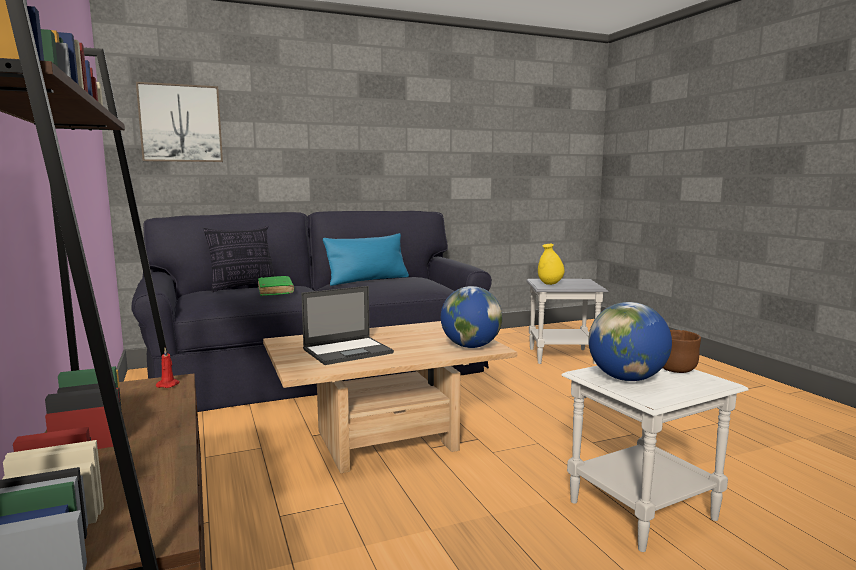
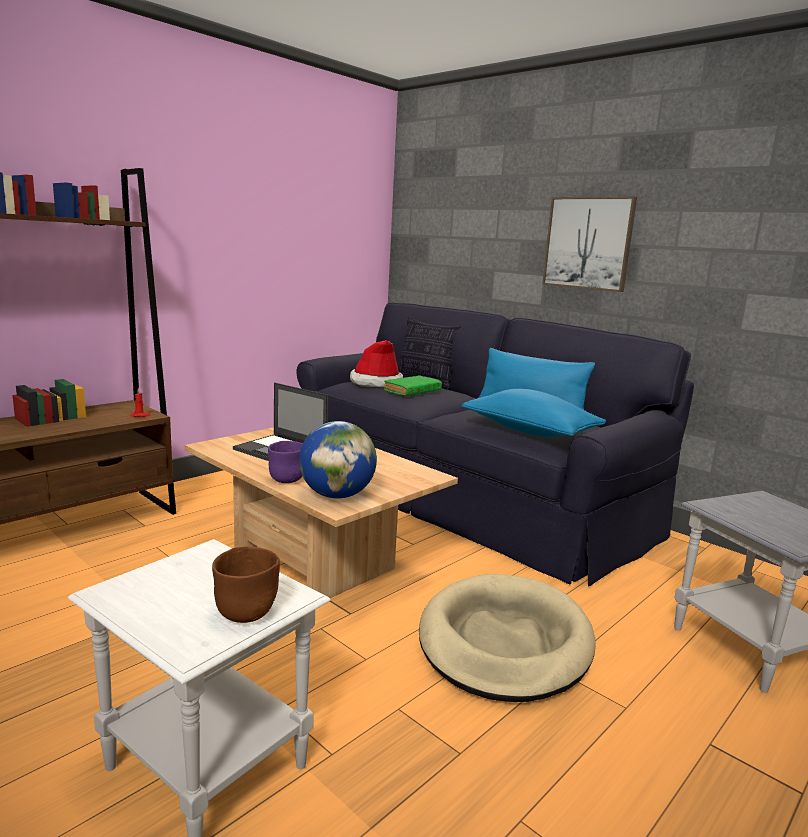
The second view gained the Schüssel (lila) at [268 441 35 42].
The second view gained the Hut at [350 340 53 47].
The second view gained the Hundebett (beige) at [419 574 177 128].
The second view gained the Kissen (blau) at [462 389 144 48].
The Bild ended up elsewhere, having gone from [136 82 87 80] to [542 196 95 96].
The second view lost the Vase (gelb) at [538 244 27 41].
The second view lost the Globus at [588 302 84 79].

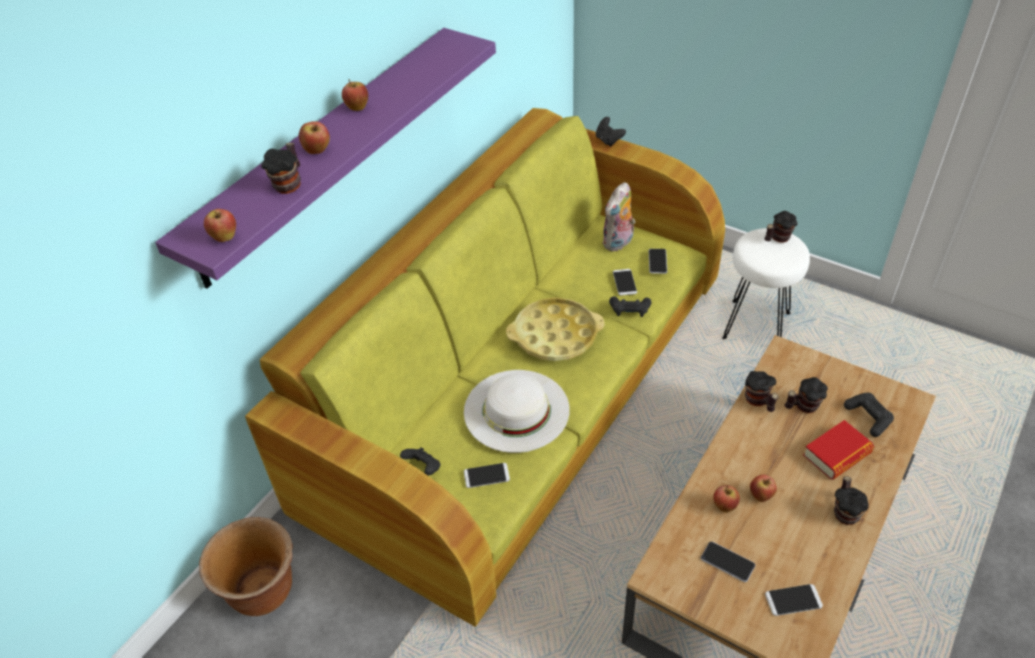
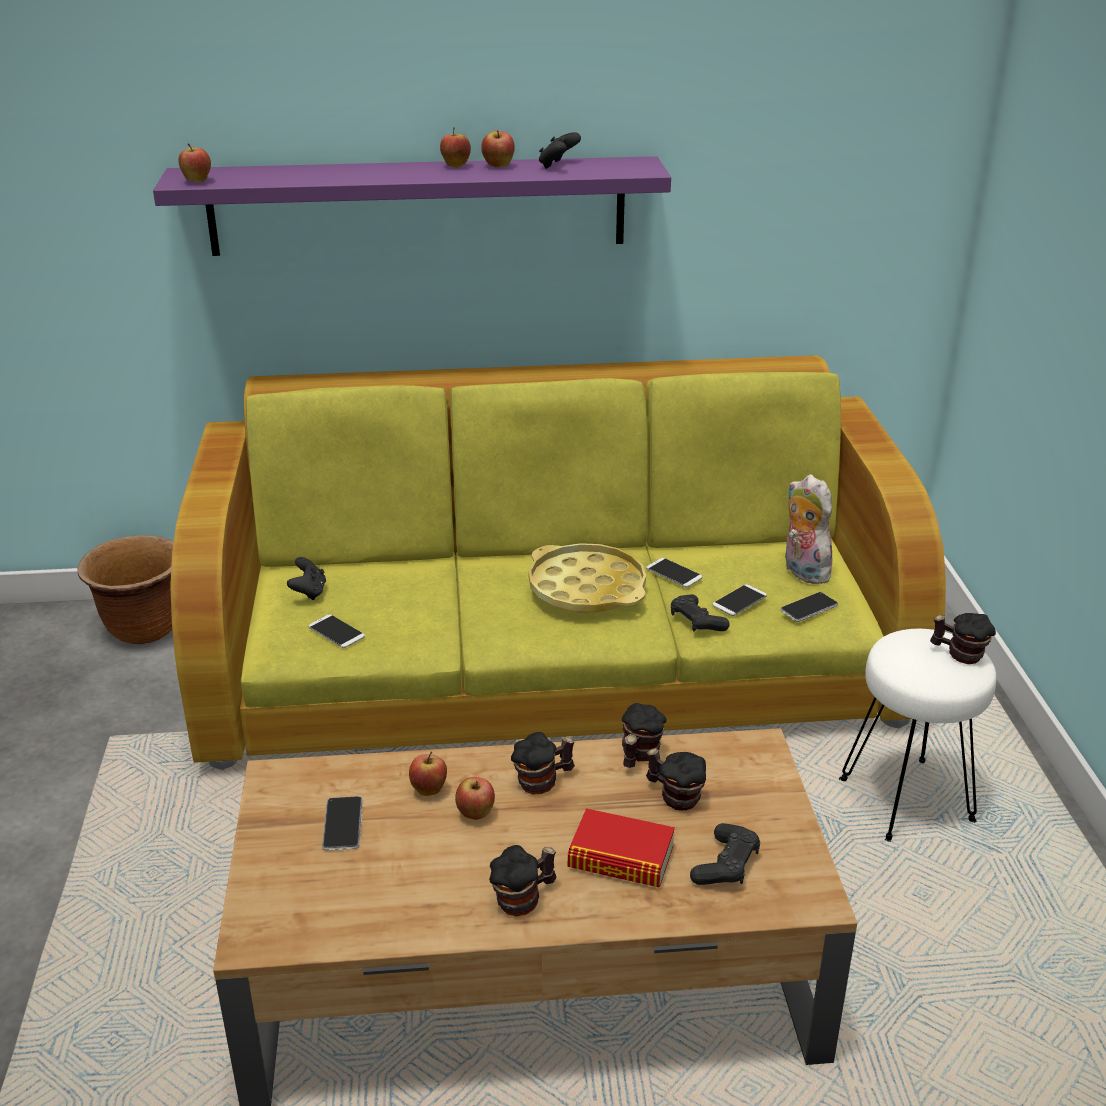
The Apfel ended up elsewhere, having gone from [299 121 31 33] to [481 130 34 38].
The Henkelbecher ended up elsewhere, having gone from [261 143 40 51] to [511 732 64 63].
The Gamepad (schwarz) ended up elsewhere, having gone from [596 117 30 30] to [539 132 42 37].
The Handy ended up elsewhere, having gone from [765 584 58 32] to [646 558 57 29].
The Plüschtier at [602 182 33 70] ended up facing another way, 60 degrees clockwise from before.
The second view lost the Hut (weiß) at [464 370 106 83].

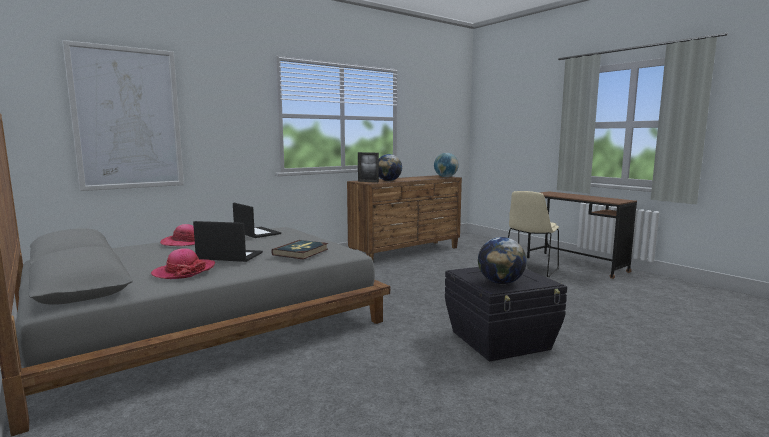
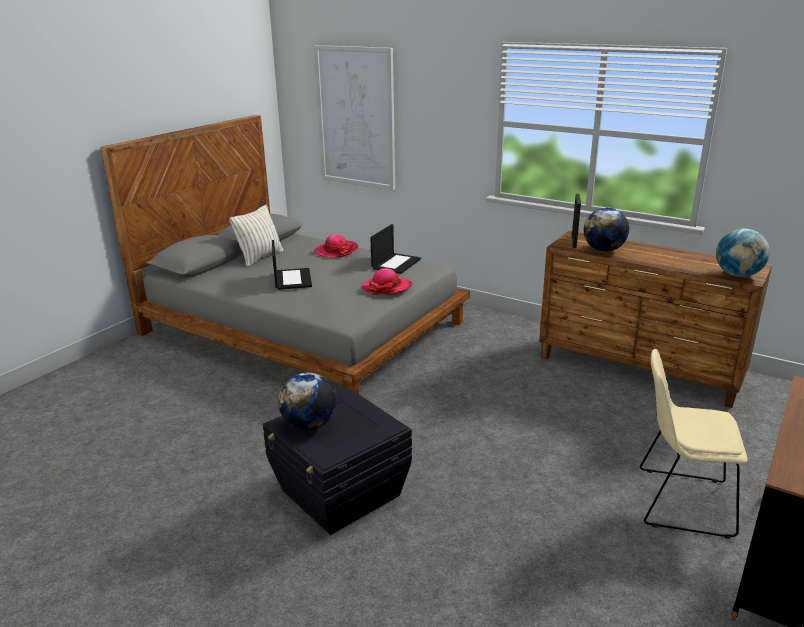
The second view gained the Kissen at [229 205 54 62].
The Hut ended up elsewhere, having gone from [151 248 64 31] to [361 268 51 27].
The second view lost the Buch at [271 240 57 19].

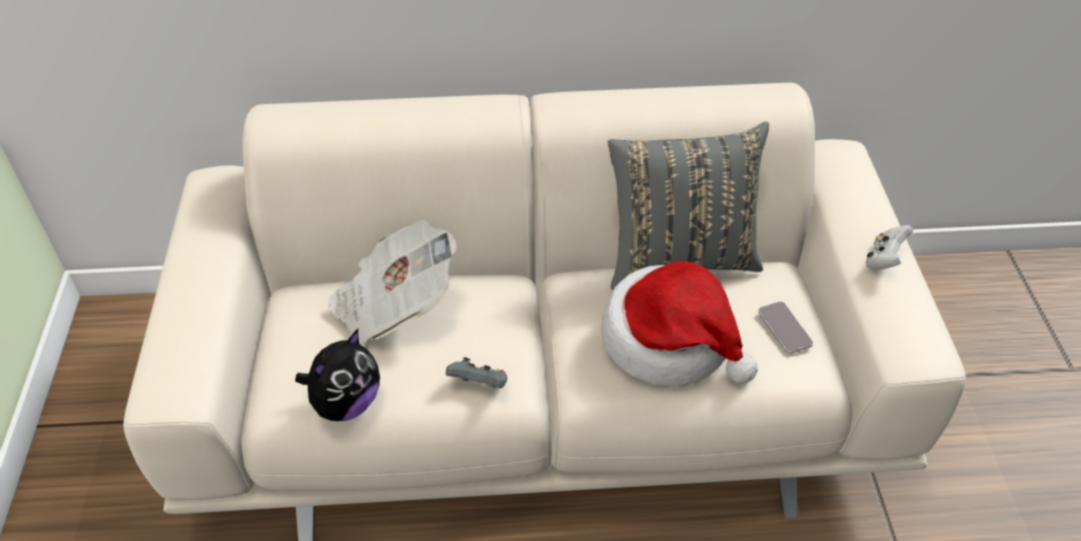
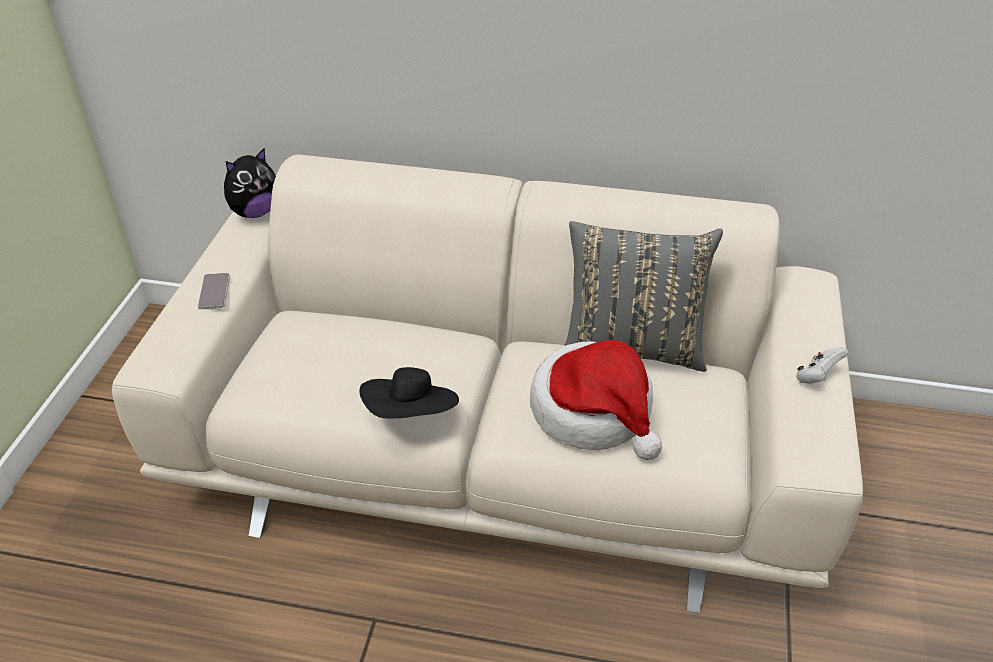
The Handy ended up elsewhere, having gone from [758 301 55 53] to [198 273 32 36].
The Plüschtier ended up elsewhere, having gone from [295 329 85 92] to [224 148 52 70].
Where the Gamepad (grau) stood at [446 357 61 31], the Hut (schwarz) came to stand at [359 367 100 51].
The second view lost the Zeitung at [328 220 130 125].

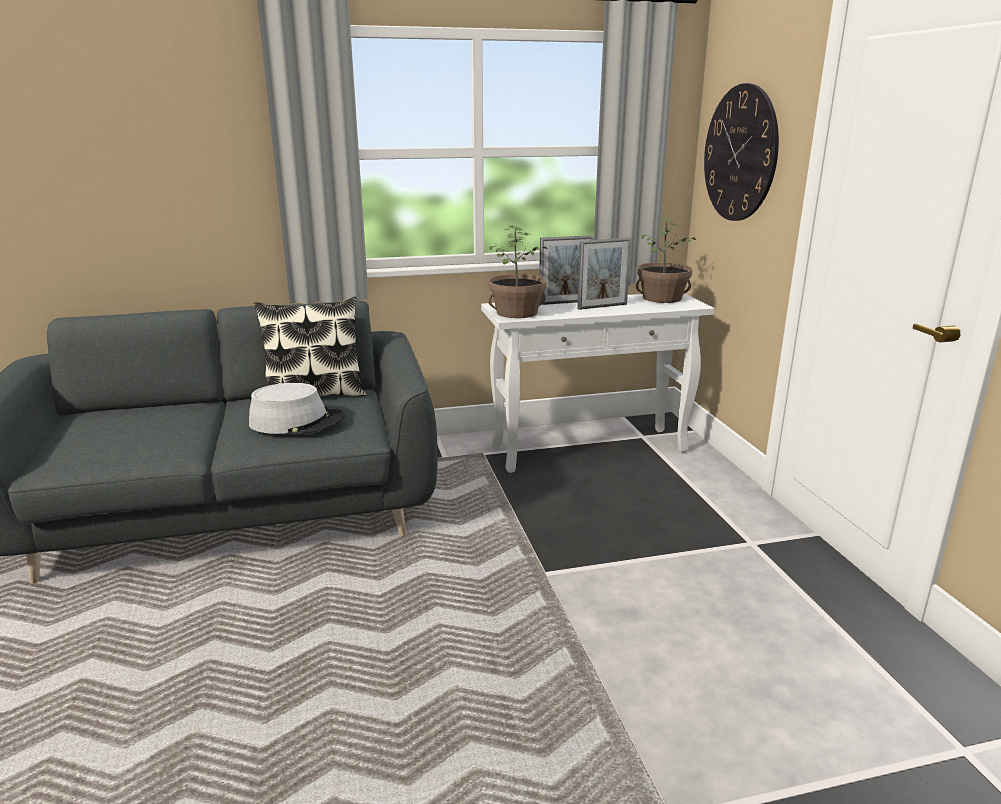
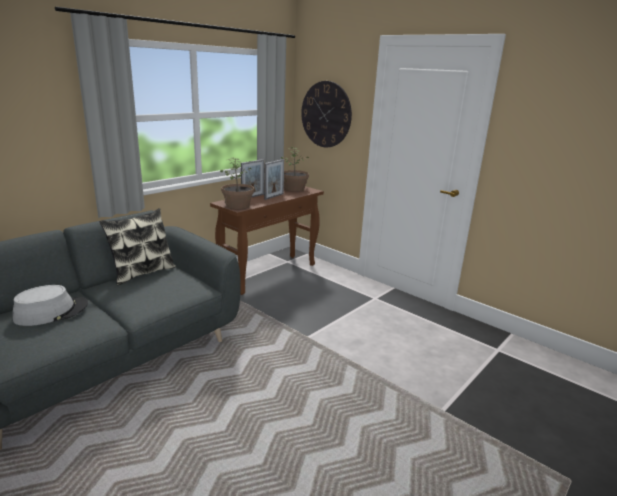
The Hut (grau) ended up elsewhere, having gone from [249 383 96 51] to [13 285 75 41].
What was the Konsolentisch (weiß) at [481 294 234 179] turned into the Konsolentisch (braun) at [210 186 114 109].

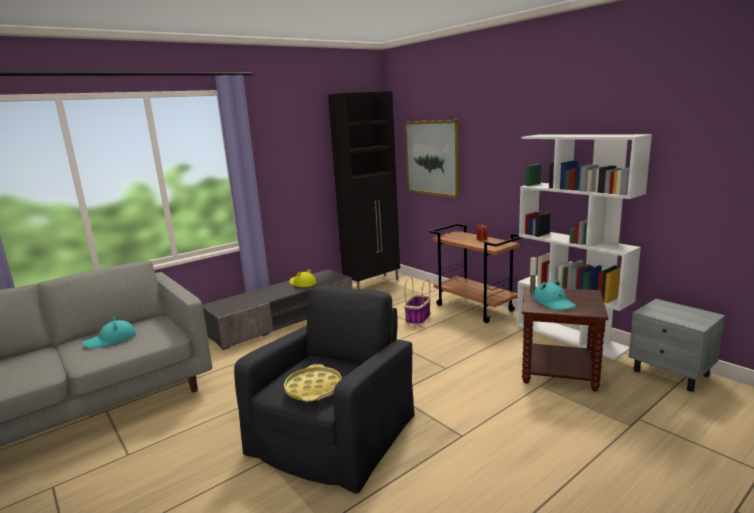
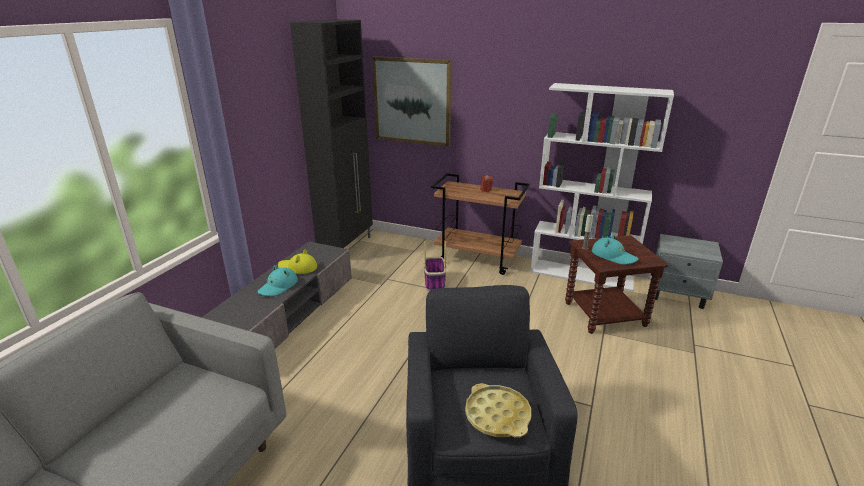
The Hut (türkis) ended up elsewhere, having gone from [82 316 54 32] to [258 265 40 31].

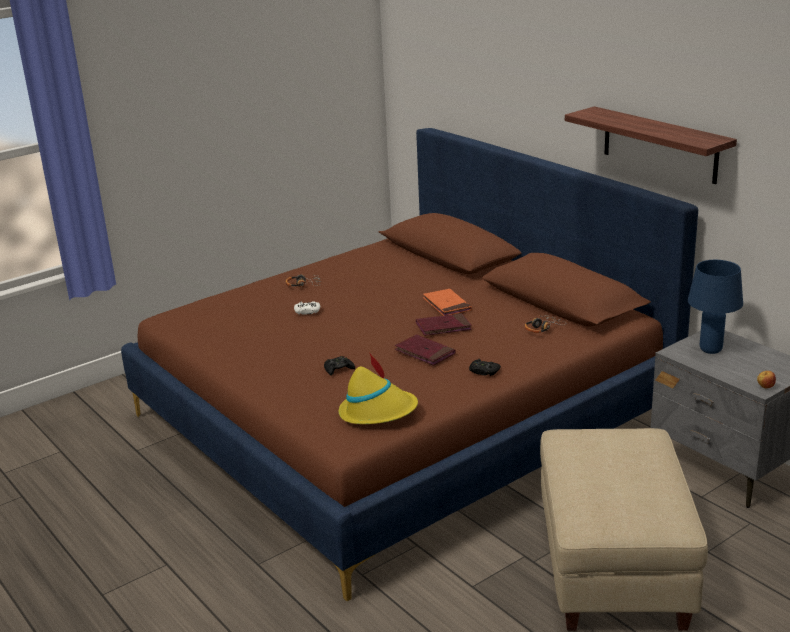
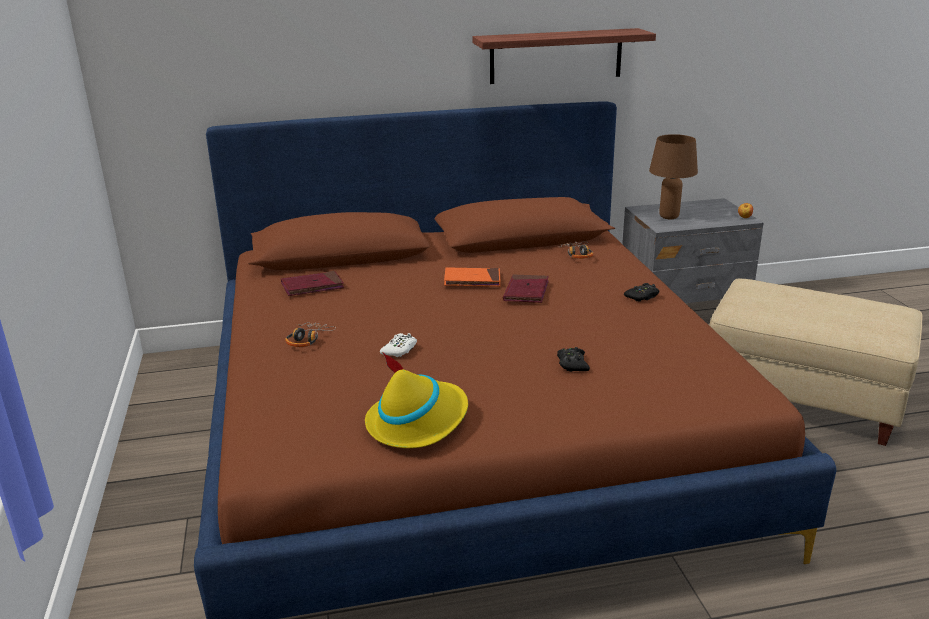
The Buch (rot) ended up elsewhere, having gone from [395 334 60 32] to [281 271 63 25].
The Hut (gelb) ended up elsewhere, having gone from [339 352 79 72] to [365 352 103 96].
What was the Tischlampe (blau) at [688 260 55 94] turned into the Tischlampe (braun) at [649 134 49 85].

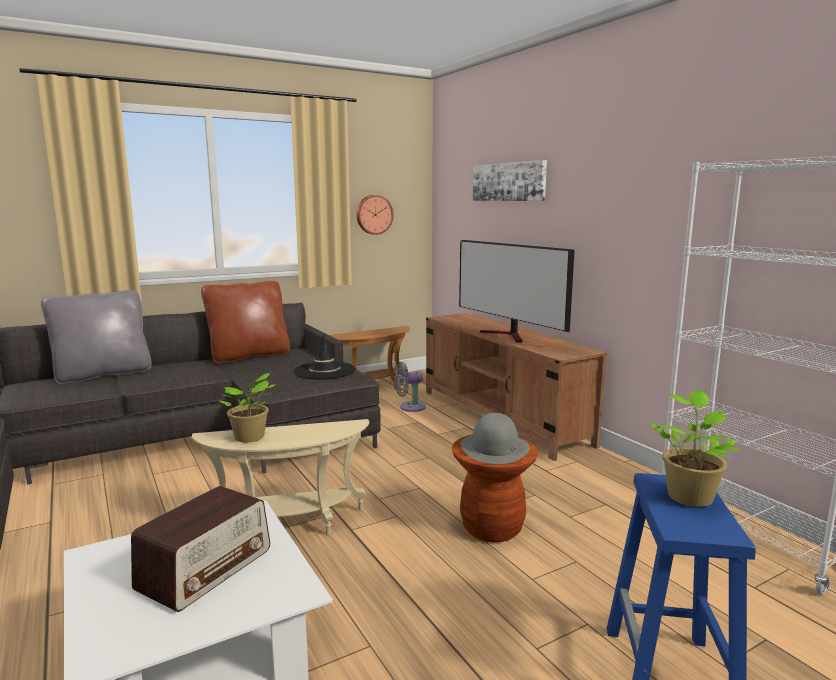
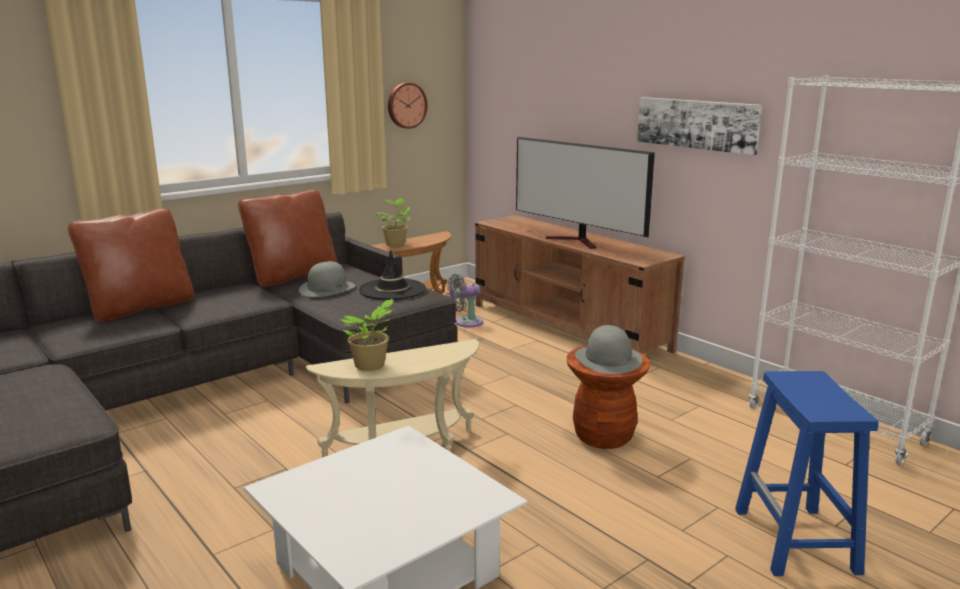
What was the Kissen (grau) at [41 290 111 94] turned into the Kissen (braun) at [68 209 126 113].
The second view gained the Hut (grau) at [299 261 56 36].
The Topfpflanze ended up elsewhere, having gone from [649 390 92 117] to [376 198 34 49].
The Bild ended up elsewhere, having gone from [473 160 74 41] to [637 97 125 58].
The second view lost the Radio at [131 486 139 126].

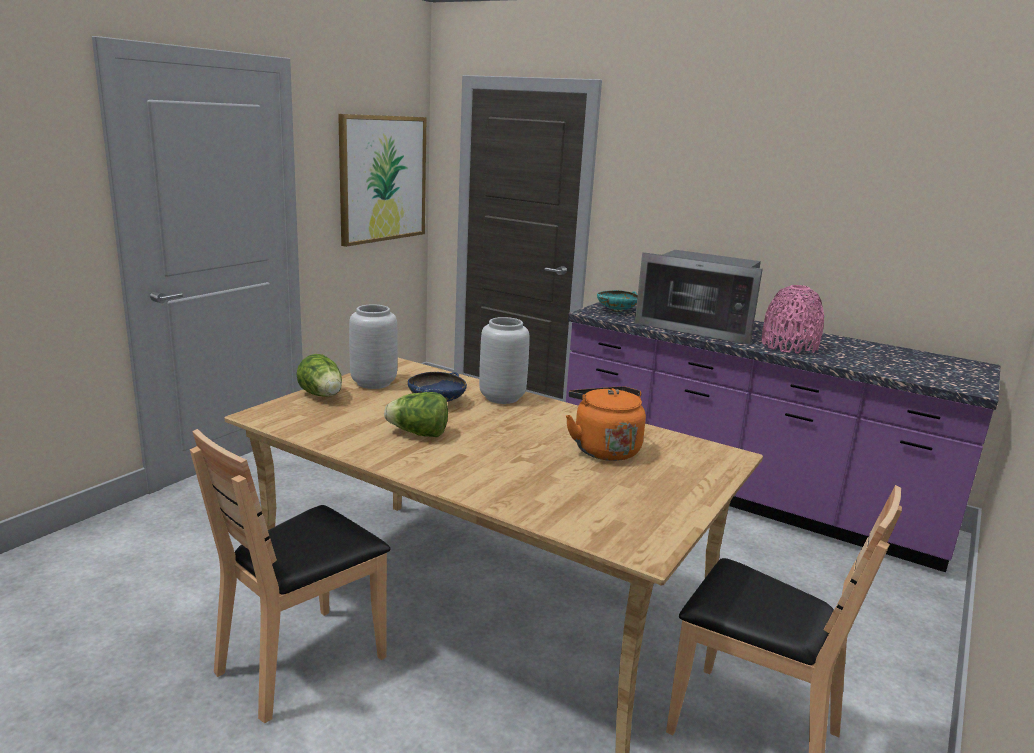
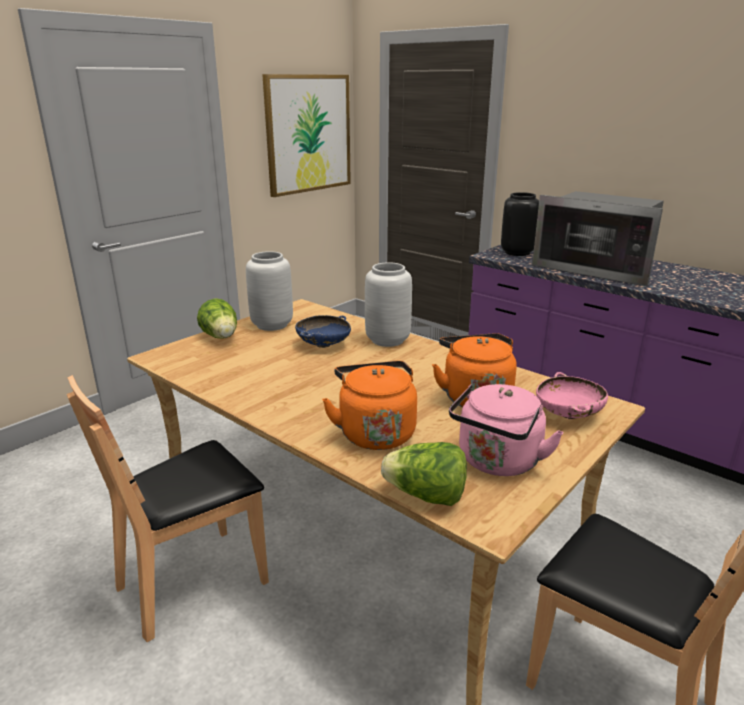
The second view gained the Wasserkessel (orange) at [322 361 95 89].
The Salatkopf ended up elsewhere, having gone from [384 392 64 45] to [381 442 86 64].
The second view gained the Wasserkessel (rosa) at [449 384 115 92].
Where the Schüssel (türkis) stood at [597 290 41 22], the Vase (schwarz) came to stand at [501 192 38 64].
The second view gained the Schüssel (rosa) at [536 372 72 47].
The second view lost the Vase (rosa) at [762 285 62 69].

